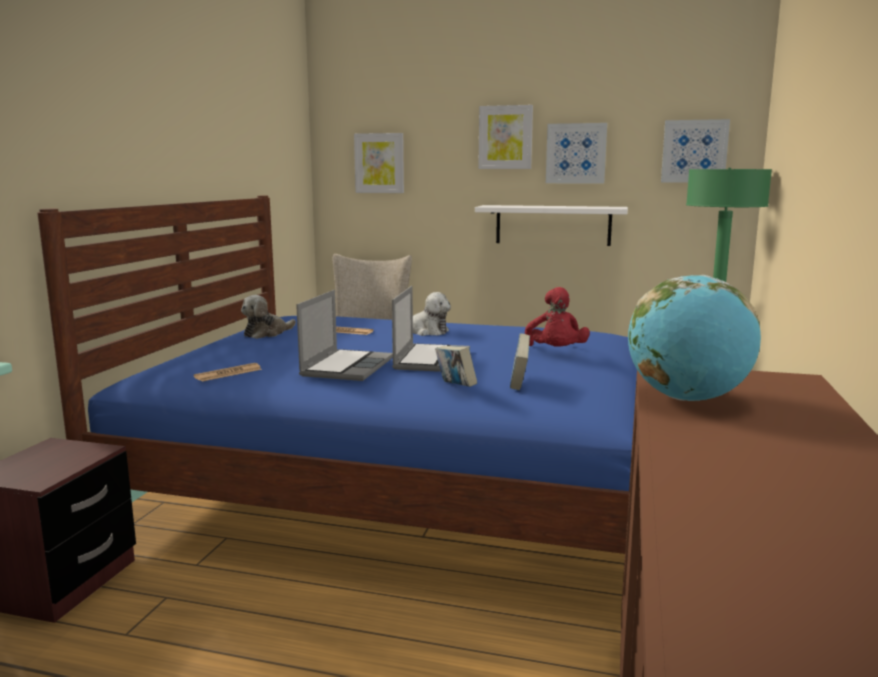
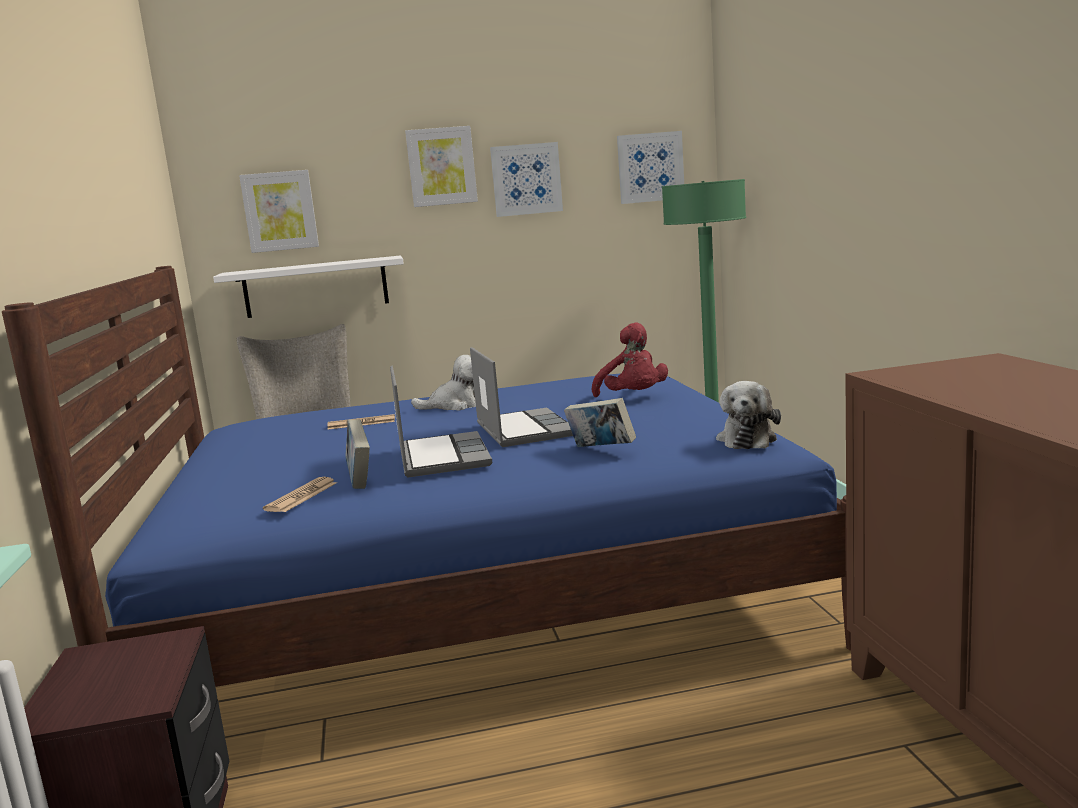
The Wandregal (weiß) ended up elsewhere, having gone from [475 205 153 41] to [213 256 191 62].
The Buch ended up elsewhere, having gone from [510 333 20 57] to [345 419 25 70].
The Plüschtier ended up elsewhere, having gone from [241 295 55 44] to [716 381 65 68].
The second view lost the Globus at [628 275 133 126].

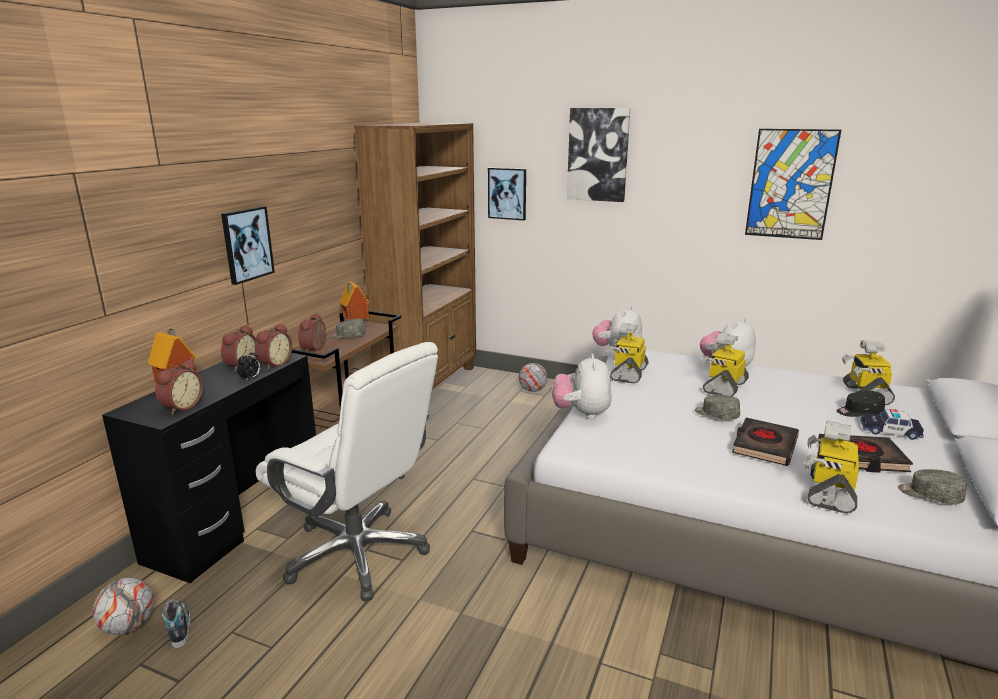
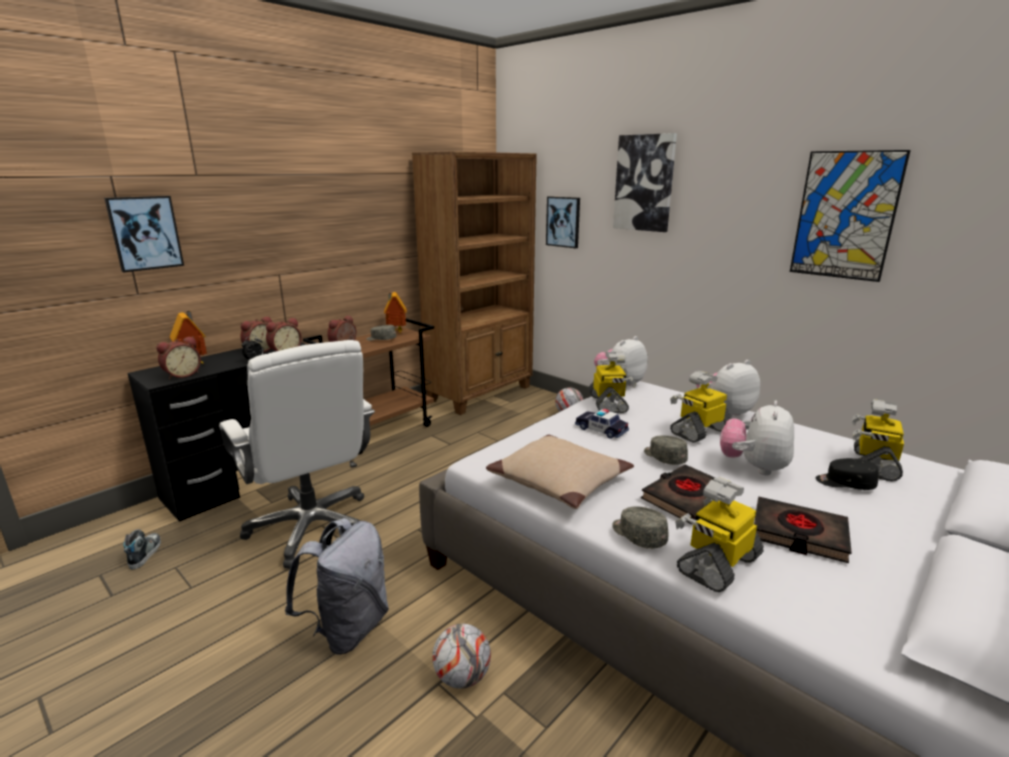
The Bild ended up elsewhere, having gone from [221 206 54 79] to [104 196 80 77].
The second view gained the Rucksack (grau) at [285 518 104 137].
The Fußball ended up elsewhere, having gone from [93 578 61 57] to [432 624 59 65].
The second view gained the Kissen (beige) at [486 435 148 74].
The Spielzeugauto ended up elsewhere, having gone from [860 409 64 31] to [575 409 54 30].
The Spielzeugroboter at [606 323 43 61] ended up facing another way, 135 degrees clockwise from before.
The Kappe (grau) ended up elsewhere, having gone from [898 469 68 35] to [612 506 56 43].
The Plüschtier ended up elsewhere, having gone from [552 354 60 65] to [720 400 74 75].

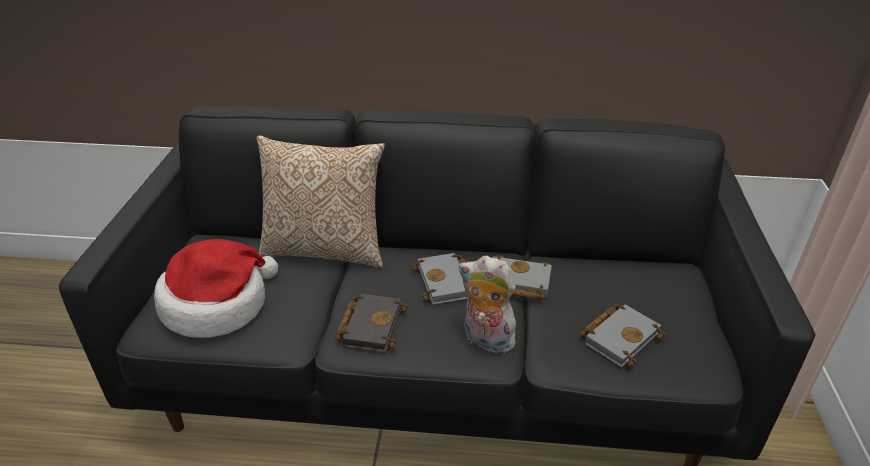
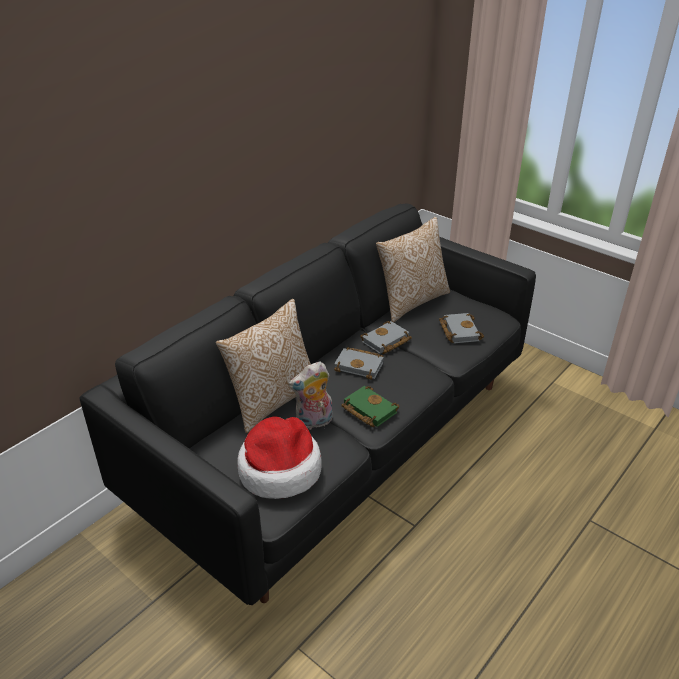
The Plüschtier ended up elsewhere, having gone from [459 256 62 98] to [288 361 44 69].
What was the Buch (schwarz) at [335 294 72 58] turned into the Buch (grün) at [341 386 59 41].
The second view gained the Kissen at [376 217 74 106].

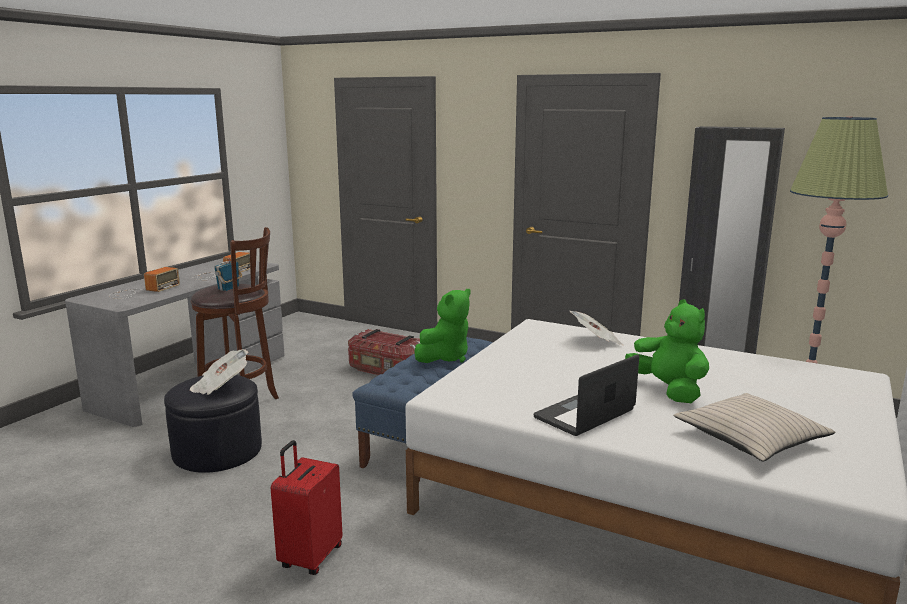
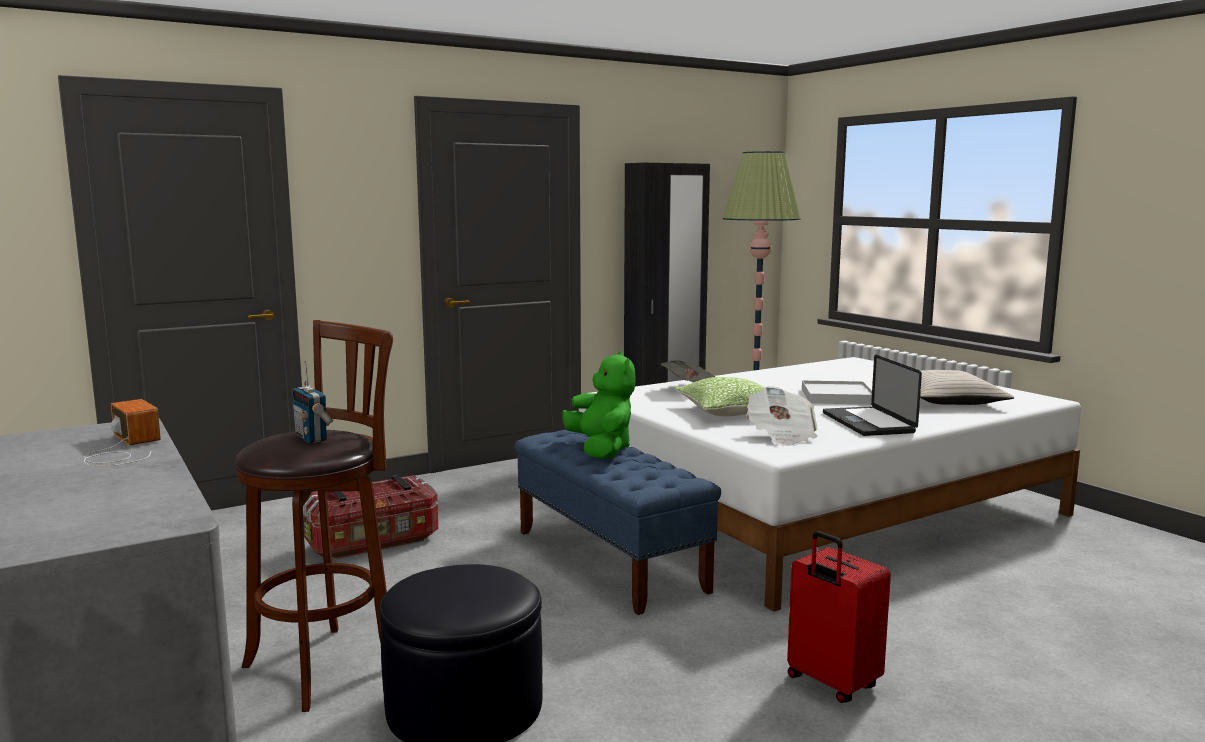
The second view gained the Kissen at [674 377 91 39].
The Zeitung ended up elsewhere, having gone from [190 349 59 46] to [747 386 70 60].
Where the Plüschtier (grün) stood at [625 299 84 104], the Tablett (weiß) came to stand at [802 380 70 25].
The second view lost the Radio at [109 267 71 32].

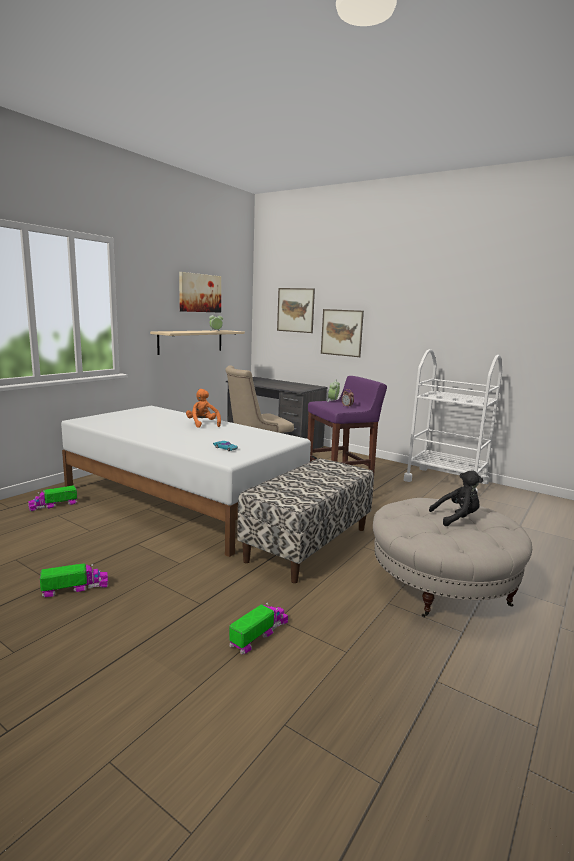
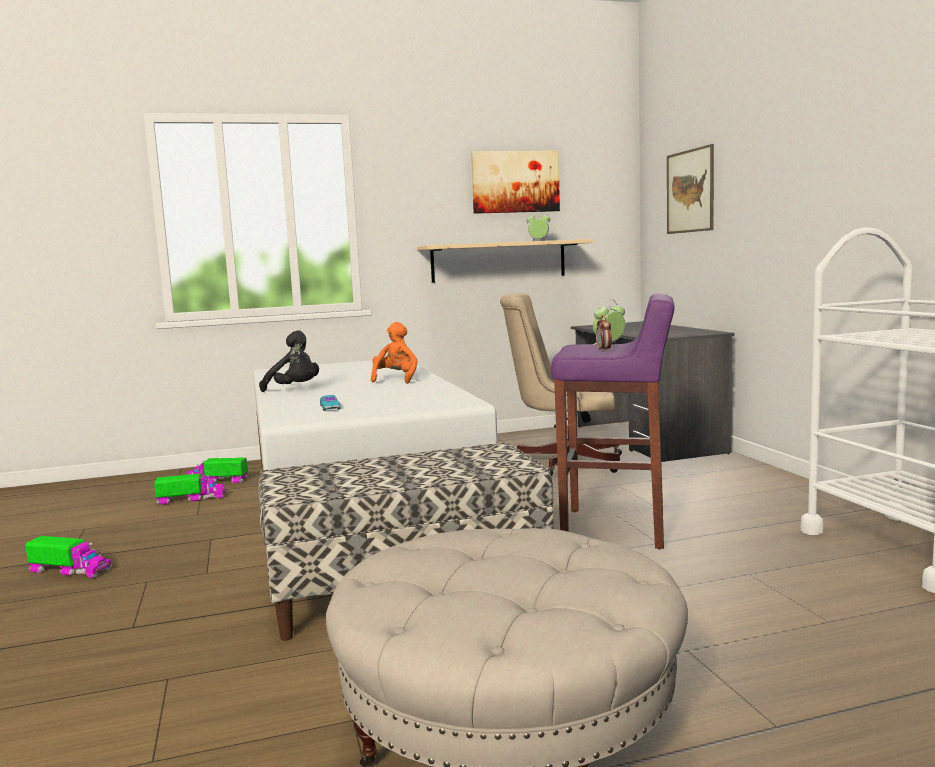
The Spielzeuglaster ended up elsewhere, having gone from [229 603 59 51] to [154 474 71 31].
The Plüschtier (schwarz) ended up elsewhere, having gone from [429 470 54 56] to [259 330 60 62].
The second view lost the Bild at [321 309 43 48].

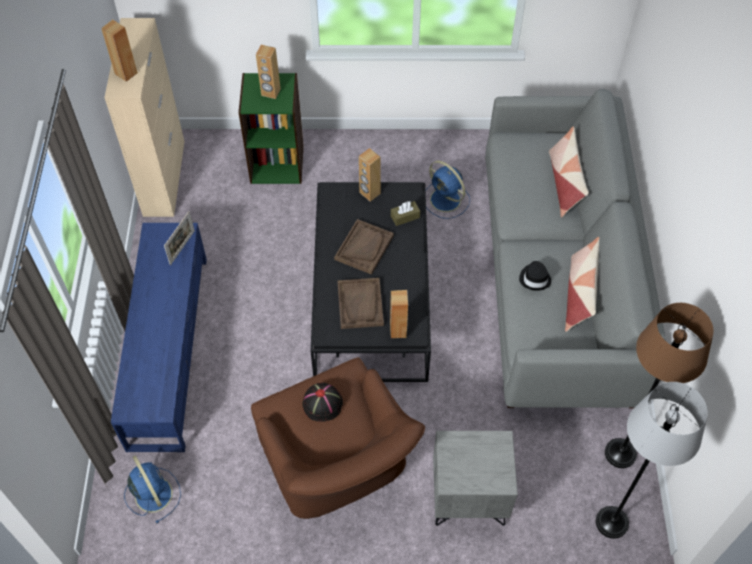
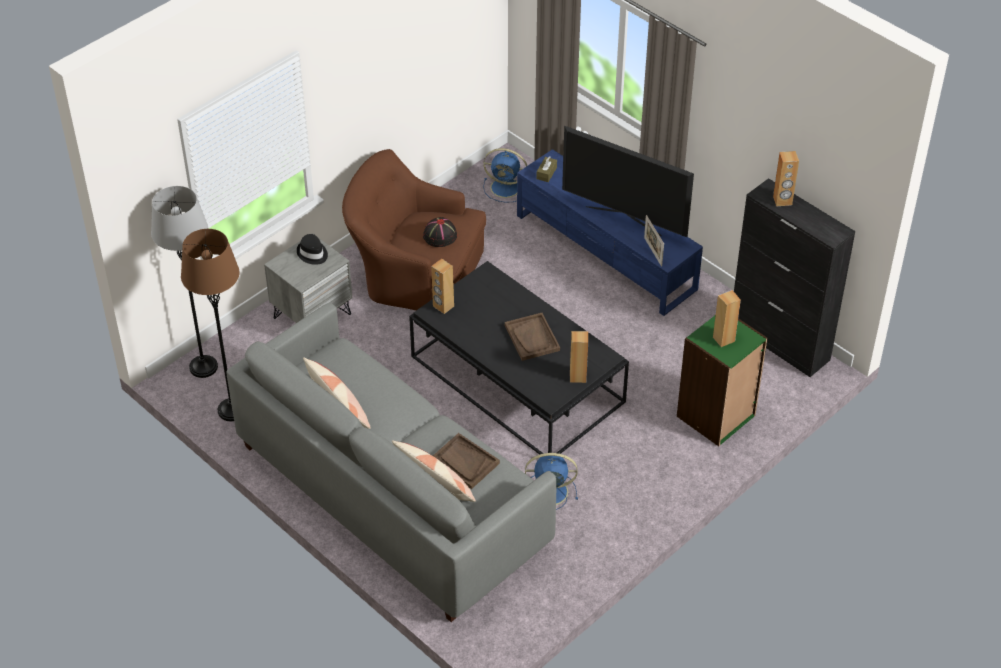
The Hut (schwarz) ended up elsewhere, having gone from [519 261 32 30] to [297 234 31 31].
The Tablett (braun) ended up elsewhere, having gone from [337 278 47 51] to [433 433 67 56].
The Taschentuchbox (braun) ended up elsewhere, having gone from [391 201 29 25] to [537 157 20 25].
The second view gained the Fernseher at [562 126 132 111].
What was the Schrank (beige) at [104 18 81 199] turned into the Schrank (schwarz) at [734 178 122 199].

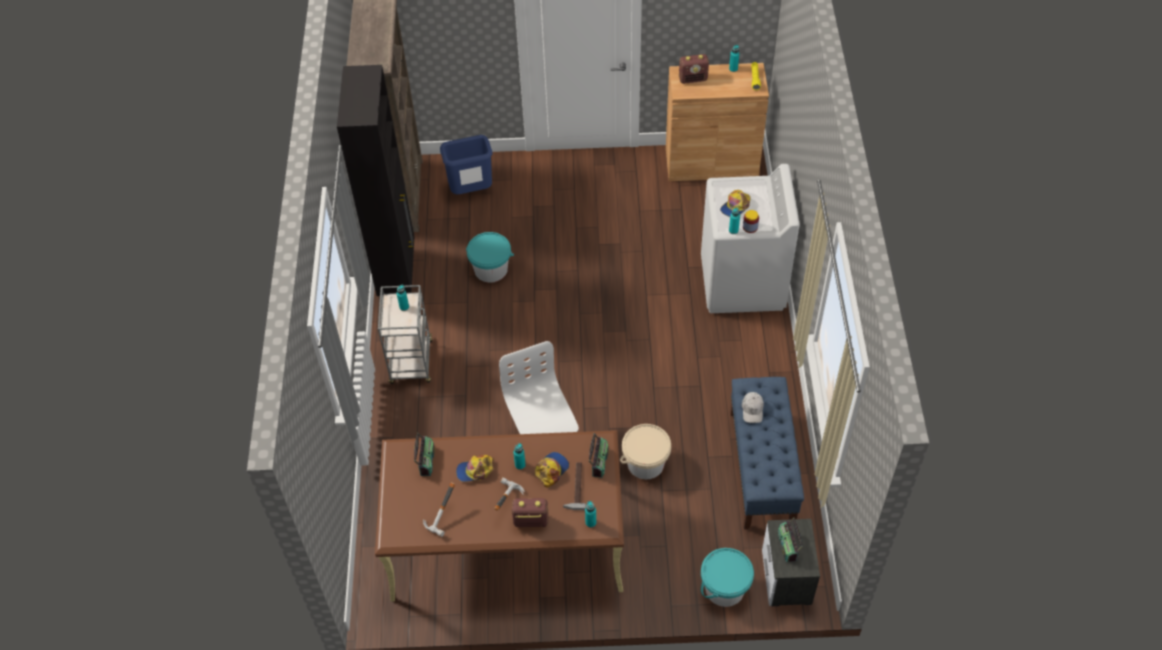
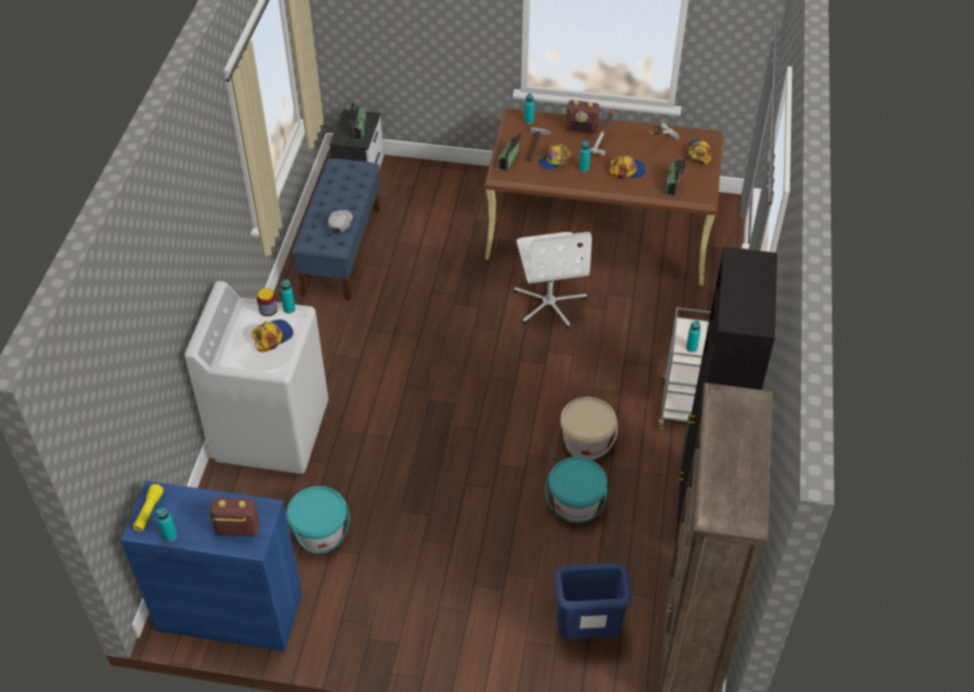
What was the Schrank (braun) at [666 63 103 118] turned into the Schrank (blau) at [121 481 181 170].
The Eimer (türkis) ended up elsewhere, having gone from [701 548 53 59] to [287 486 63 68].
The Eimer (beige) ended up elsewhere, having gone from [620 424 51 55] to [560 397 58 63].
The second view gained the Kappe at [687 140 26 26].

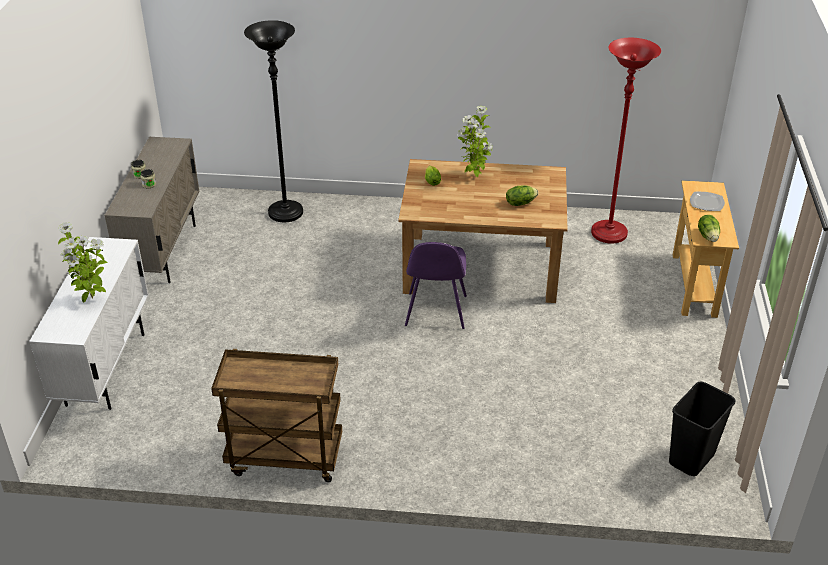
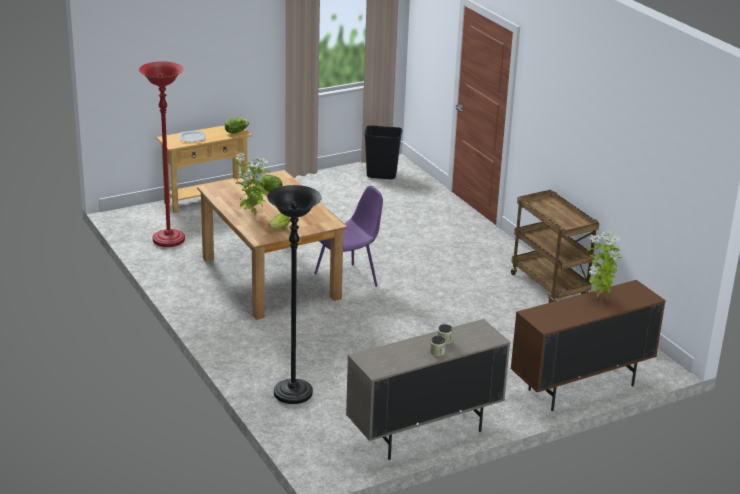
What was the Schrank (weiß) at [29 237 120 173] turned into the Schrank (braun) at [511 280 155 131].

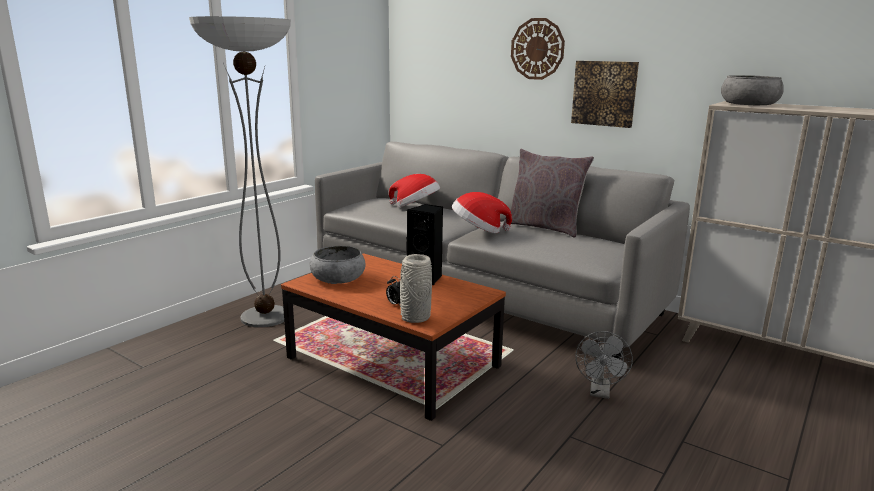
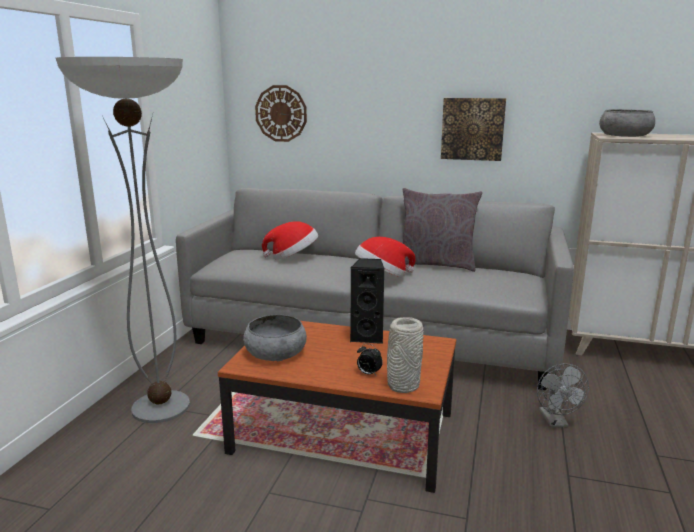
The Wanduhr ended up elsewhere, having gone from [511 18 54 62] to [255 85 52 57].

